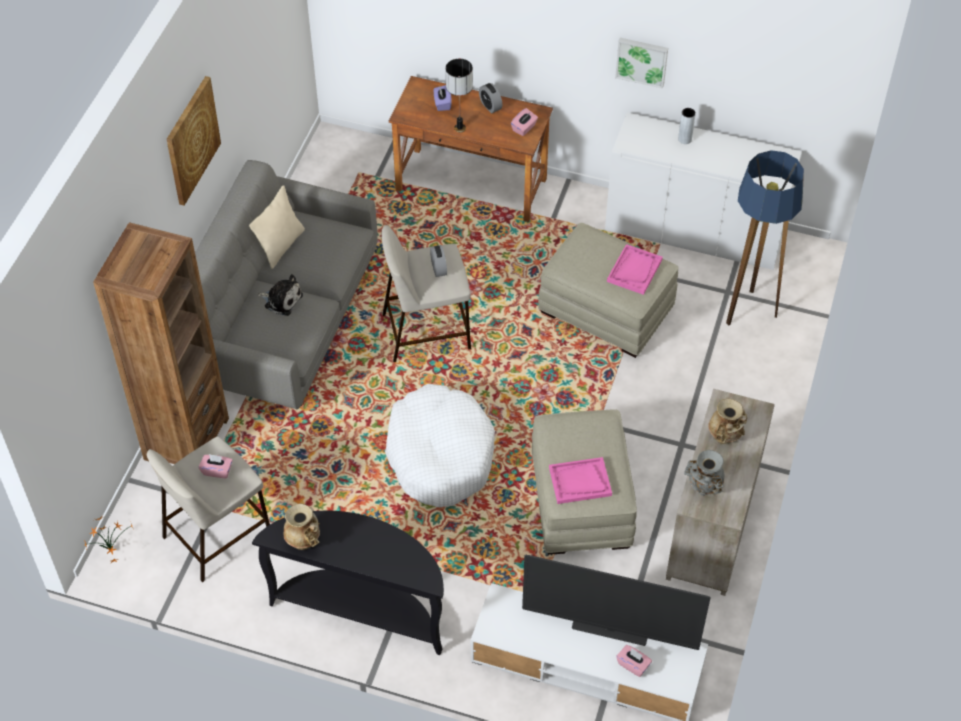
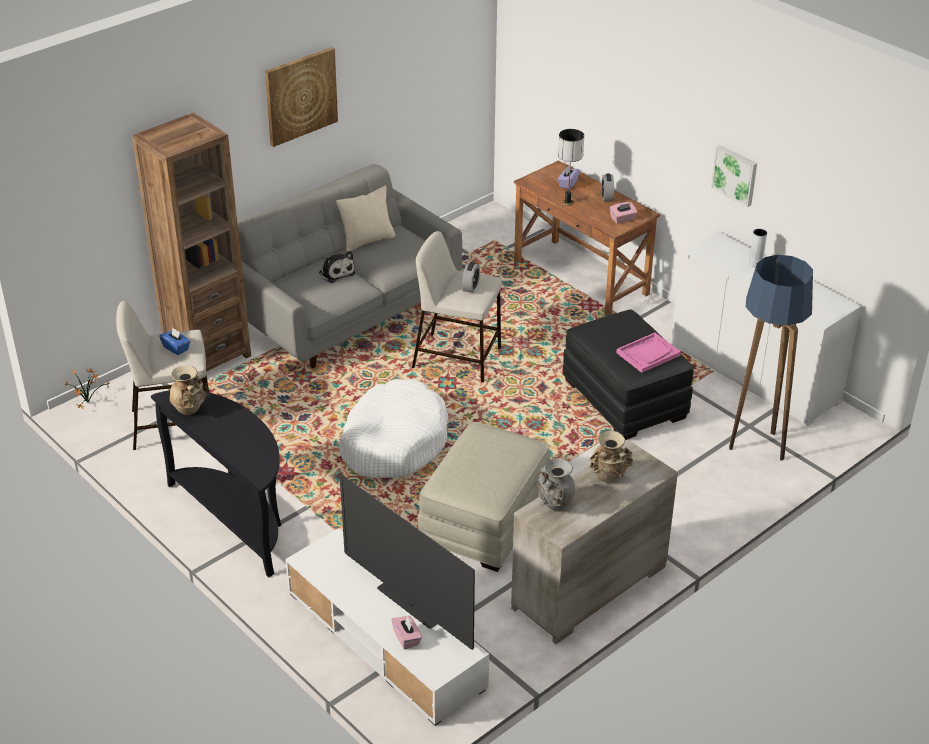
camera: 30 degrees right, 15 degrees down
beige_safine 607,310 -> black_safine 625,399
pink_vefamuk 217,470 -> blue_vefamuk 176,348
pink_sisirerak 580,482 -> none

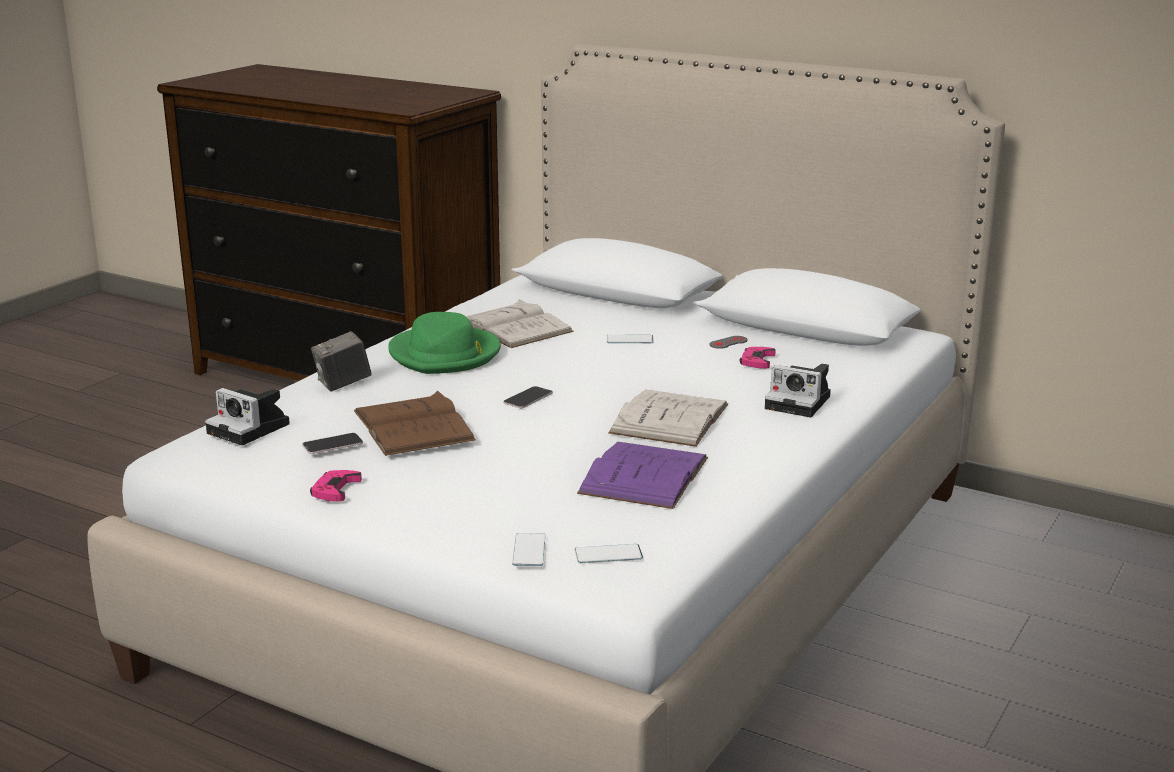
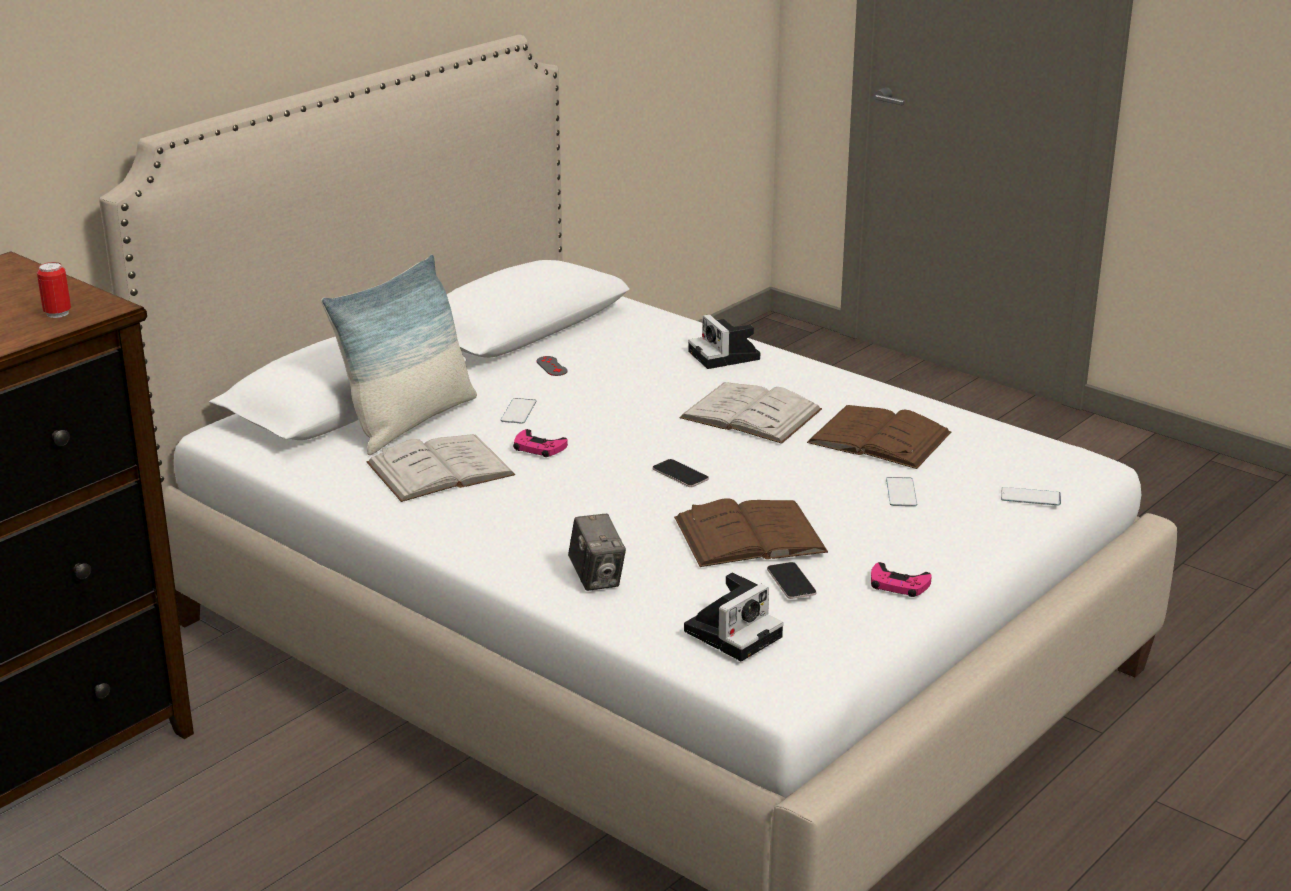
camera: 80 degrees left, 5 degrees up
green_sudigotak 445,355 -> none
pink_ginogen 757,361 -> pink_ginogen 538,448, moved
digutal 800,402 -> digutal 726,356, 120 degrees clockwise
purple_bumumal 644,475 -> brown_bumumal 879,438
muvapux 608,554 -> muvapux 901,492, moved
none -> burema 409,421
none -> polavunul 57,313

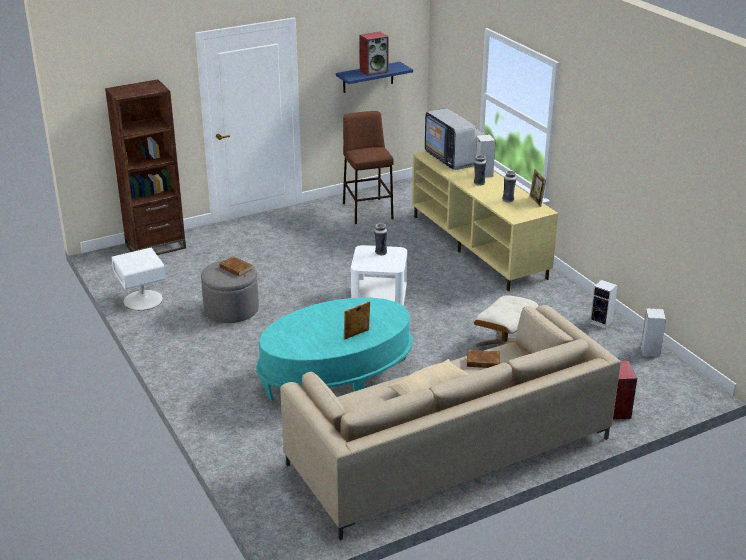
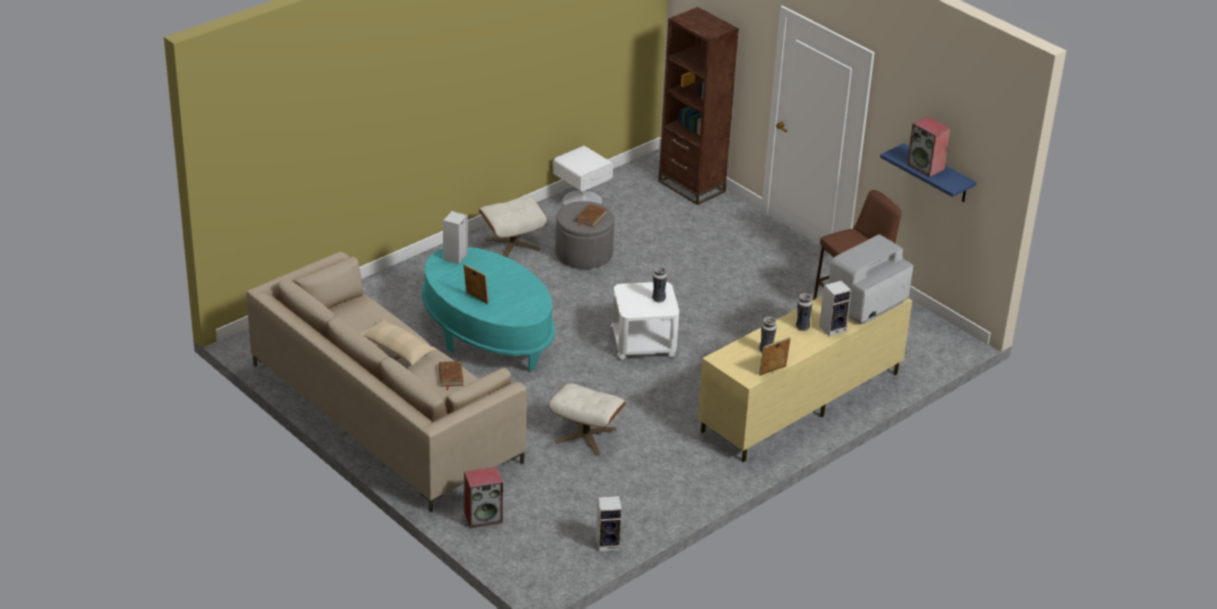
camera: 75 degrees right, 5 degrees up
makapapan 602,322 -> makapapan 455,257, moved
none -> beige_safine 512,244

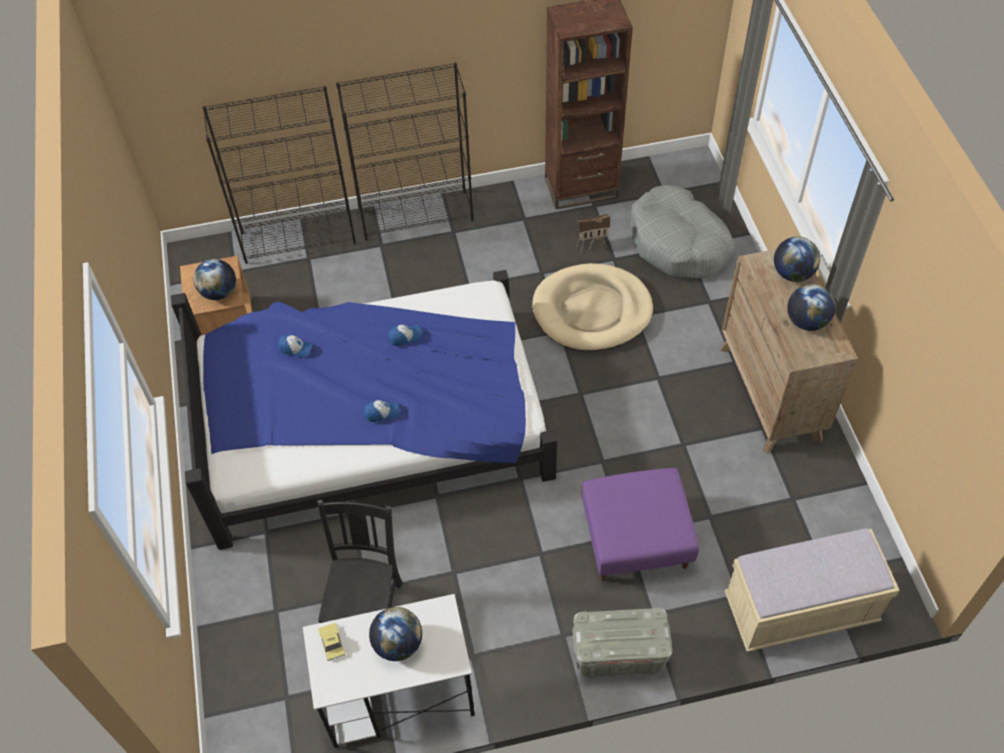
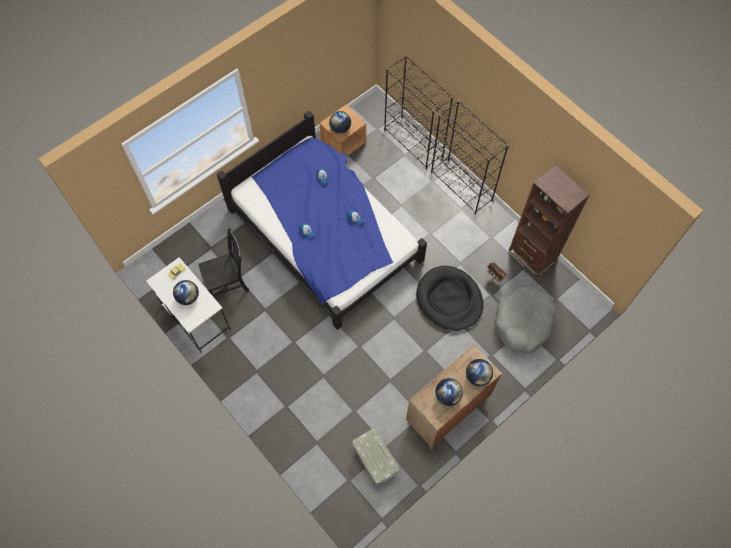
camera: 60 degrees right, 10 degrees up
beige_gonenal 592,311 -> black_gonenal 449,300
purple_safine 635,539 -> none
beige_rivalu 800,610 -> none
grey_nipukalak 619,654 -> grey_nipukalak 375,461, moved

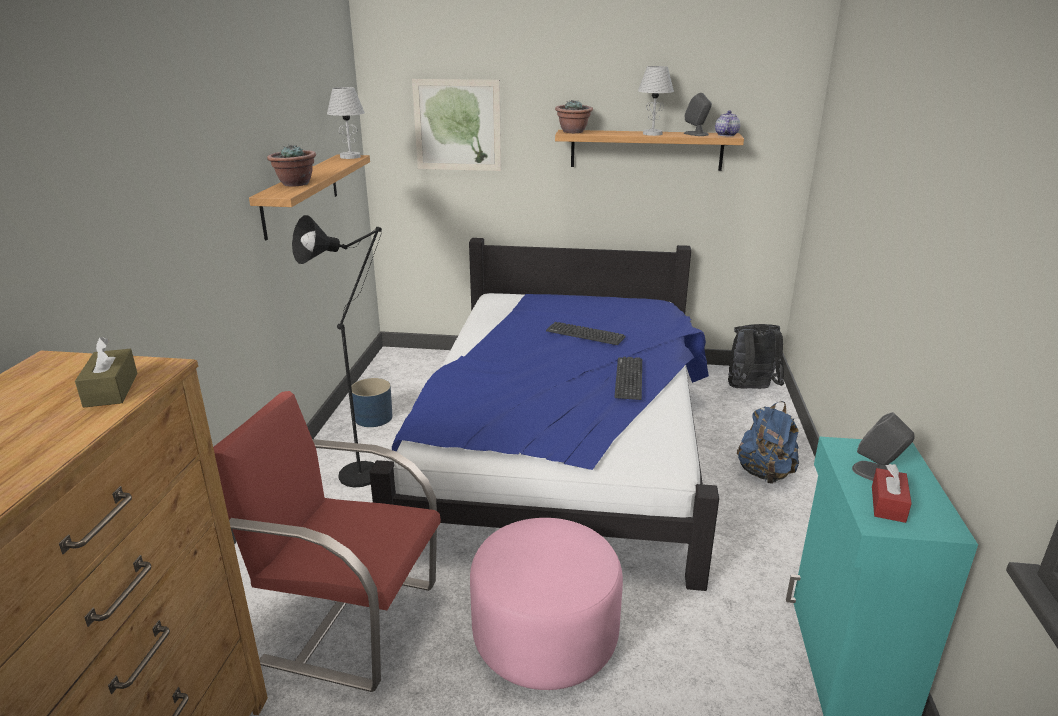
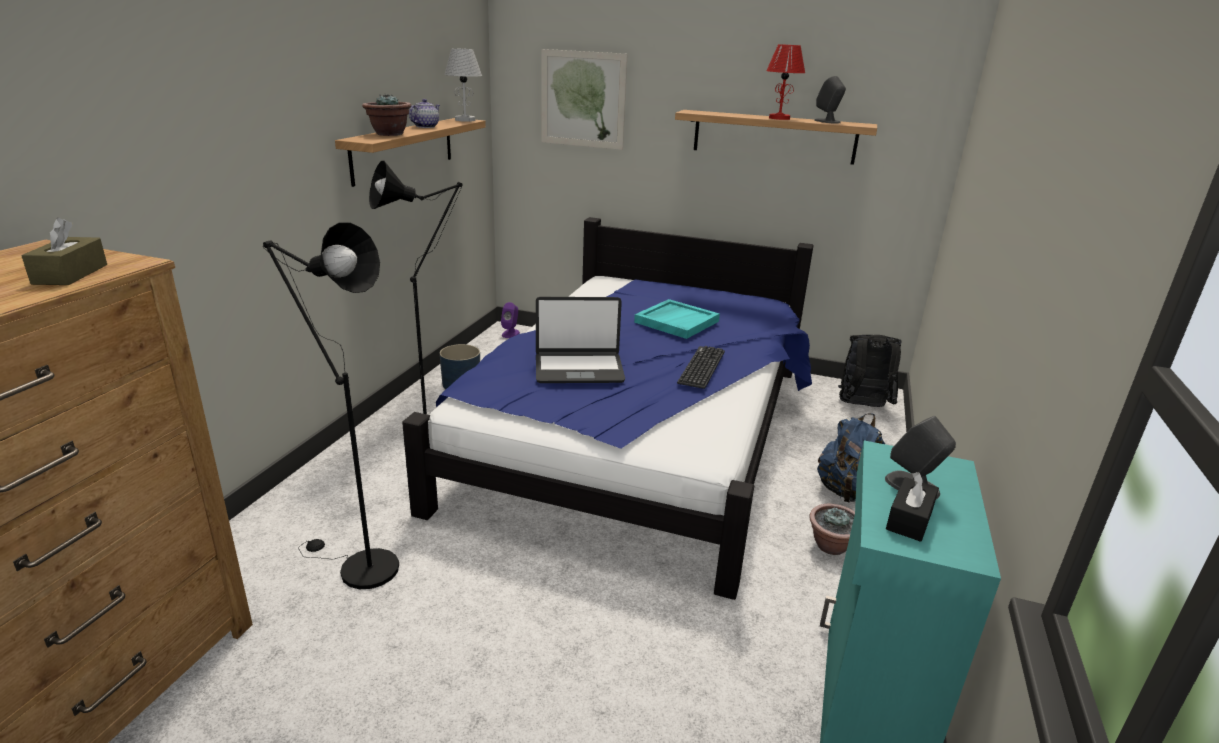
camera: 10 degrees right, 0 degrees up
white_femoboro 652,134 -> red_femoboro 779,118
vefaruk 573,132 -> vefaruk 831,546, moved
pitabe 726,135 -> pitabe 426,126, moved
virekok 585,334 -> turquoise_sisirerak 676,321
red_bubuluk 350,621 -> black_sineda 359,567
red_vefamuk 888,504 -> black_vefamuk 909,519
pink_safine 545,638 -> none
none -> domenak 579,369
none -> purple_makapapan 510,333

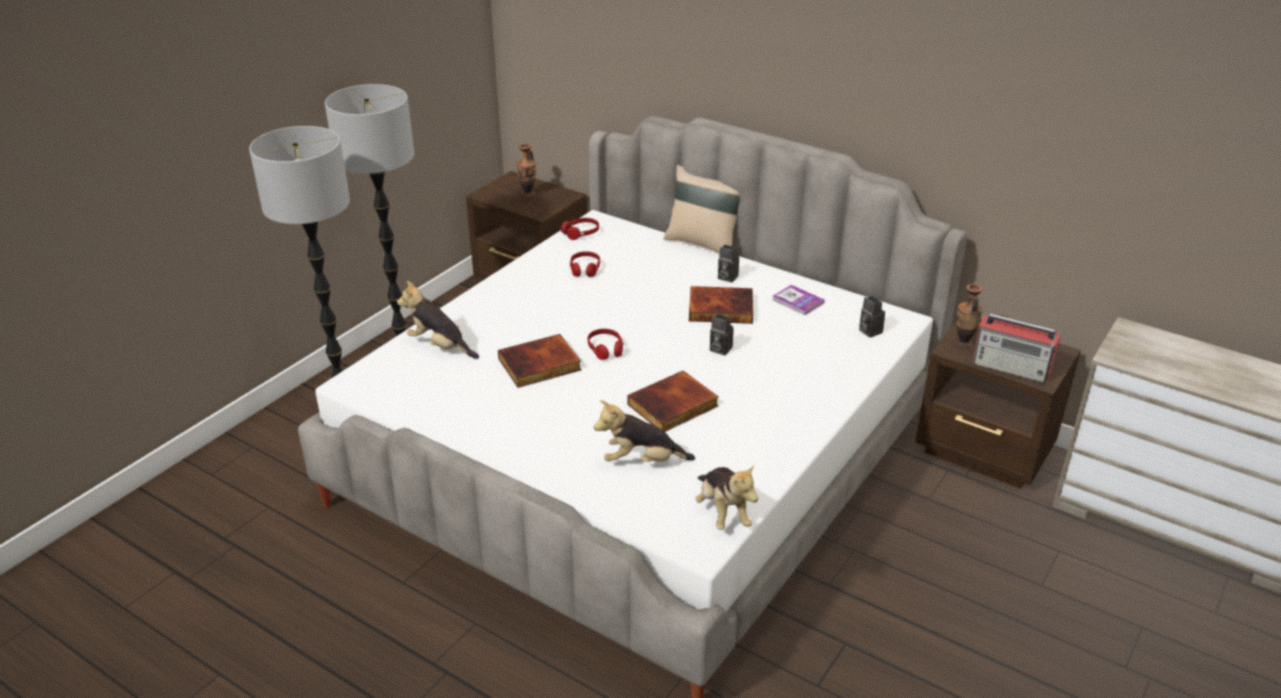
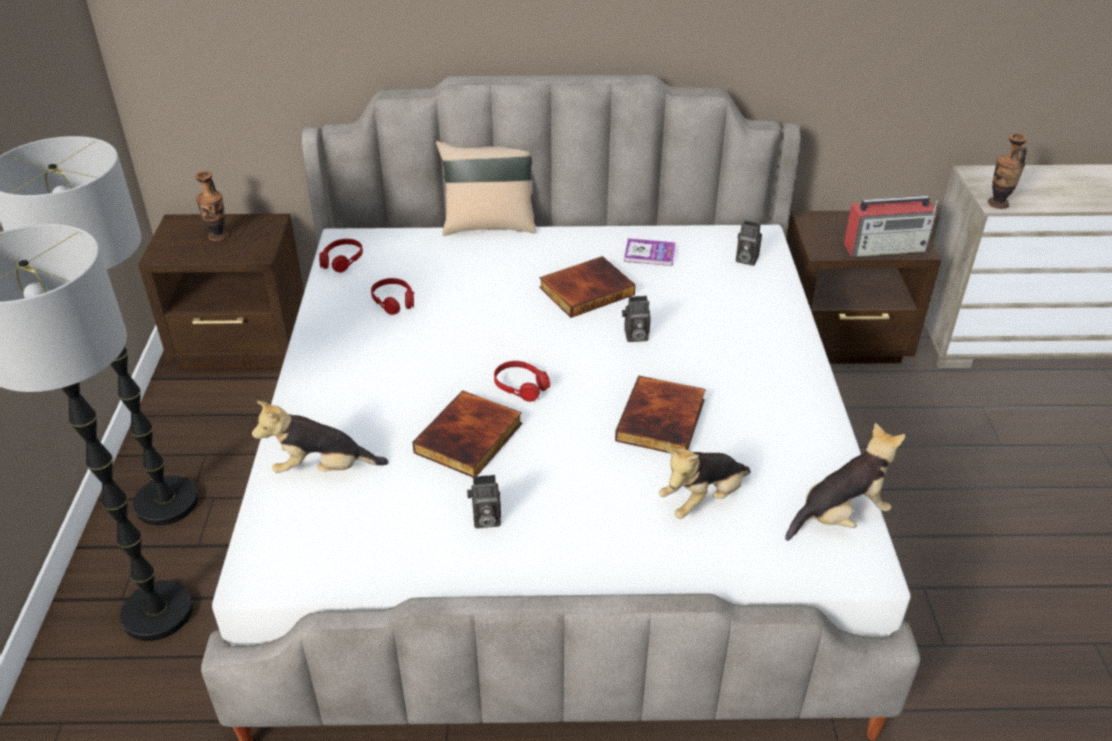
camera: 35 degrees left, 5 degrees up
digutal 726,277 -> digutal 485,520, moved
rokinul 963,343 -> rokinul 998,204, moved
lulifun 723,512 -> lulifun 840,516, 60 degrees counterclockwise

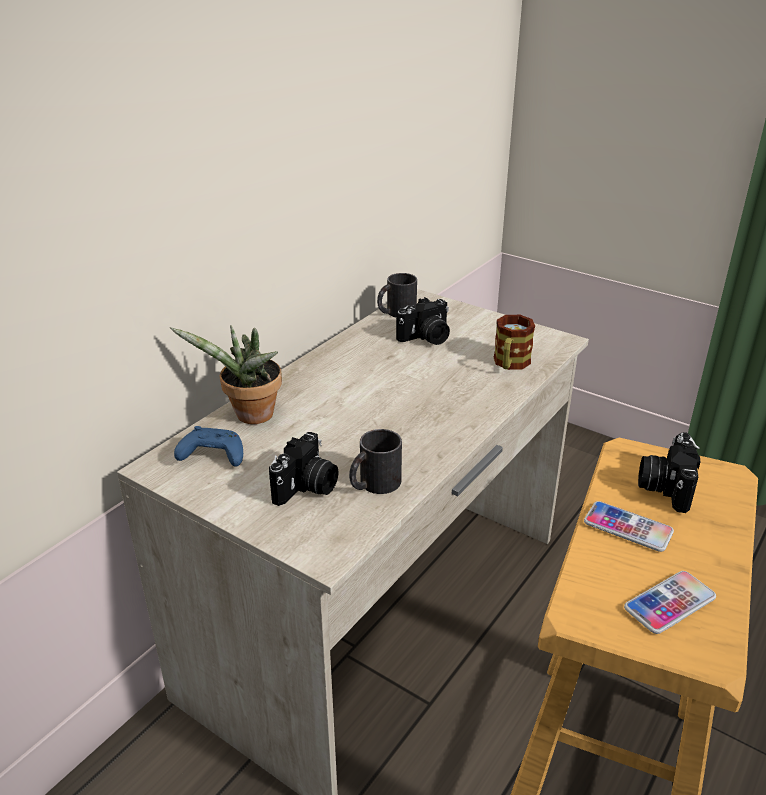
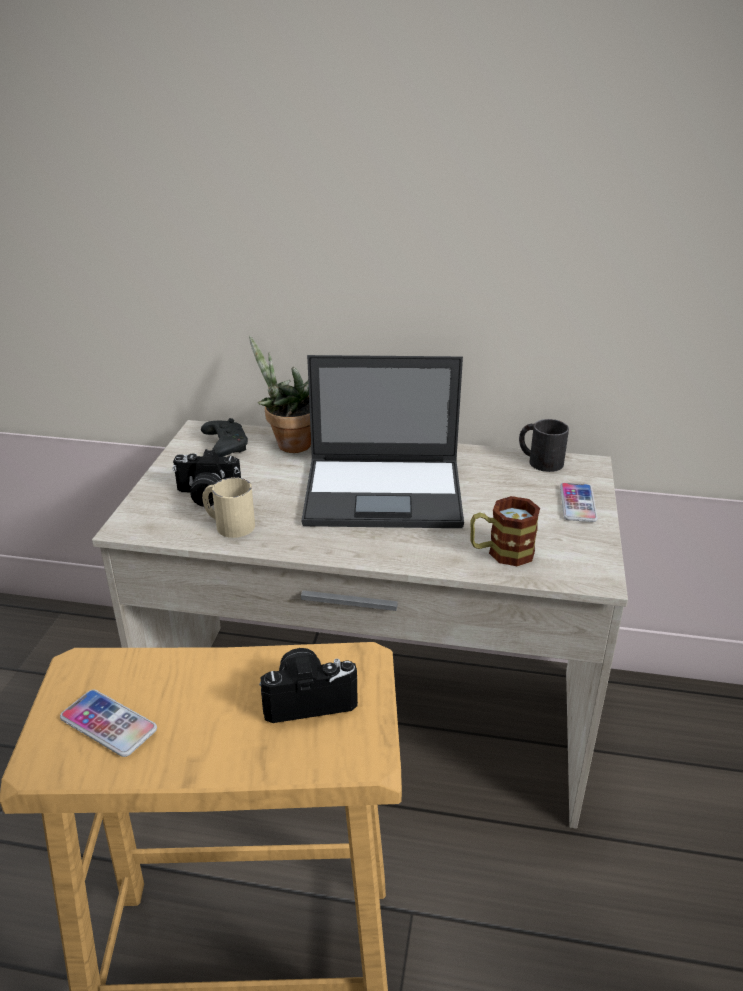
camera: 65 degrees right, 0 degrees up
digutal 426,338 -> none
blue_ginogen 211,456 -> black_ginogen 225,446
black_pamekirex 373,484 -> beige_pamekirex 228,524
muvapux 628,527 -> muvapux 577,503, moved
none -> domenak 385,492

